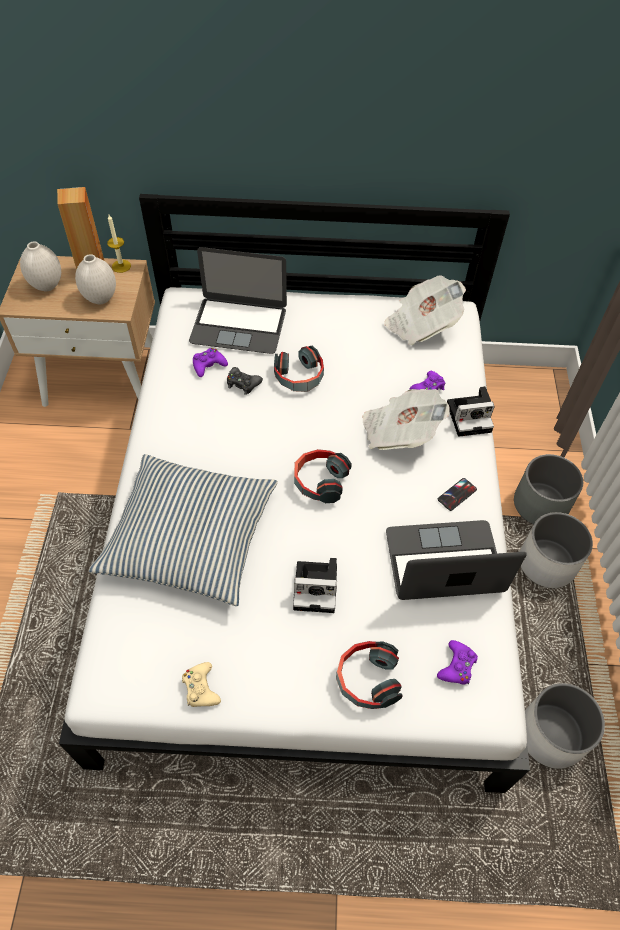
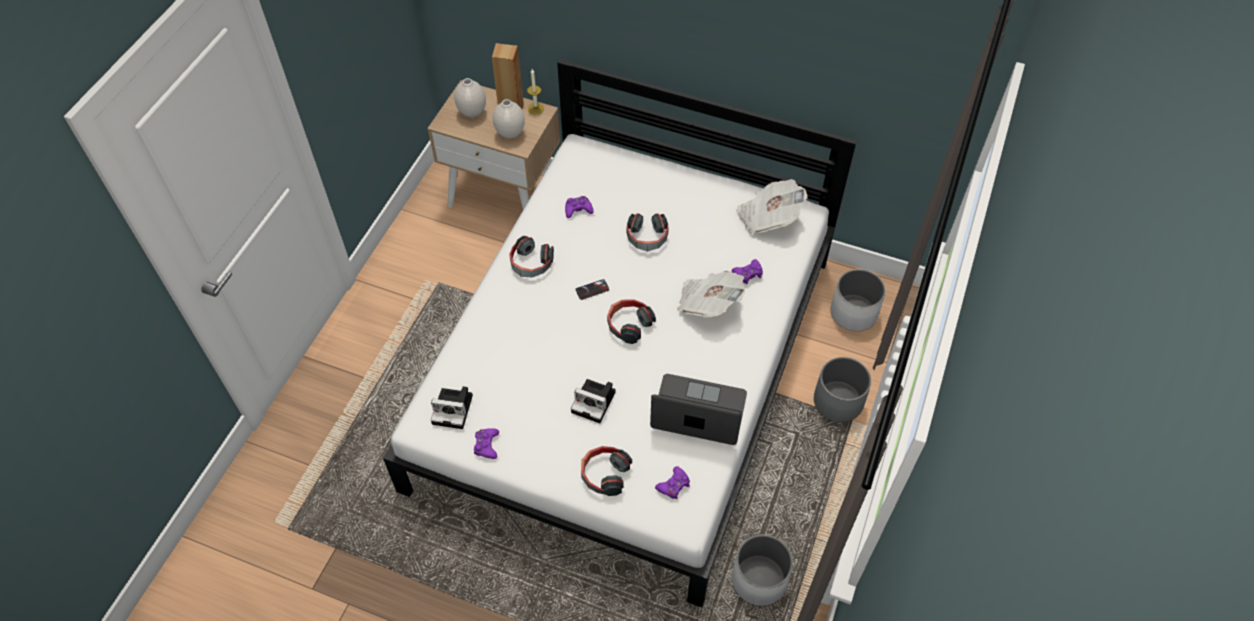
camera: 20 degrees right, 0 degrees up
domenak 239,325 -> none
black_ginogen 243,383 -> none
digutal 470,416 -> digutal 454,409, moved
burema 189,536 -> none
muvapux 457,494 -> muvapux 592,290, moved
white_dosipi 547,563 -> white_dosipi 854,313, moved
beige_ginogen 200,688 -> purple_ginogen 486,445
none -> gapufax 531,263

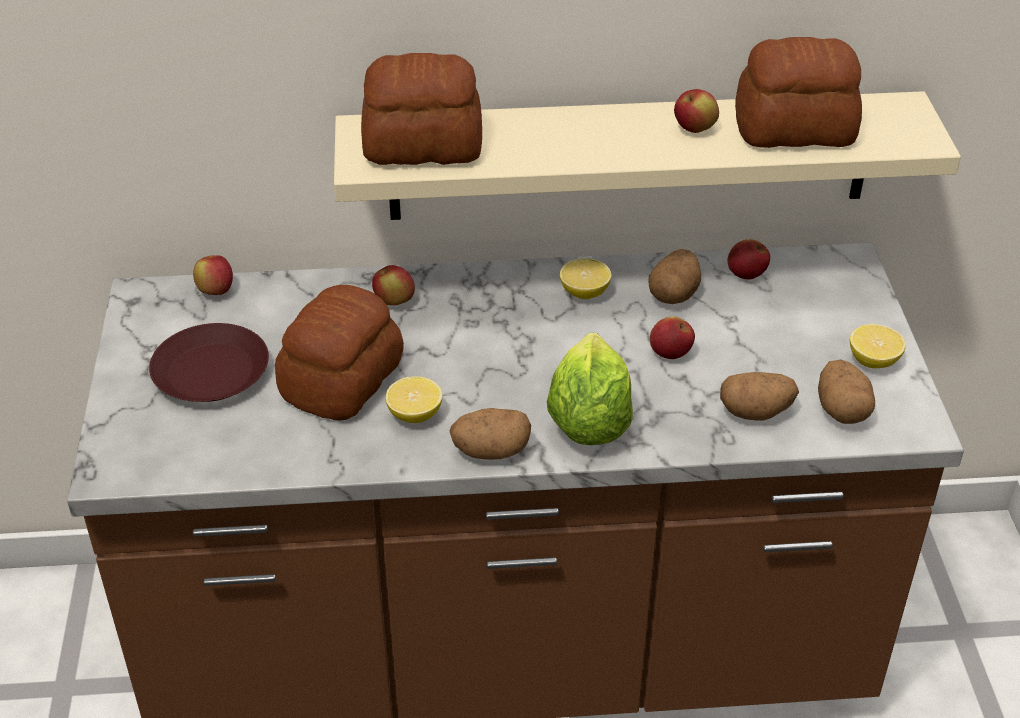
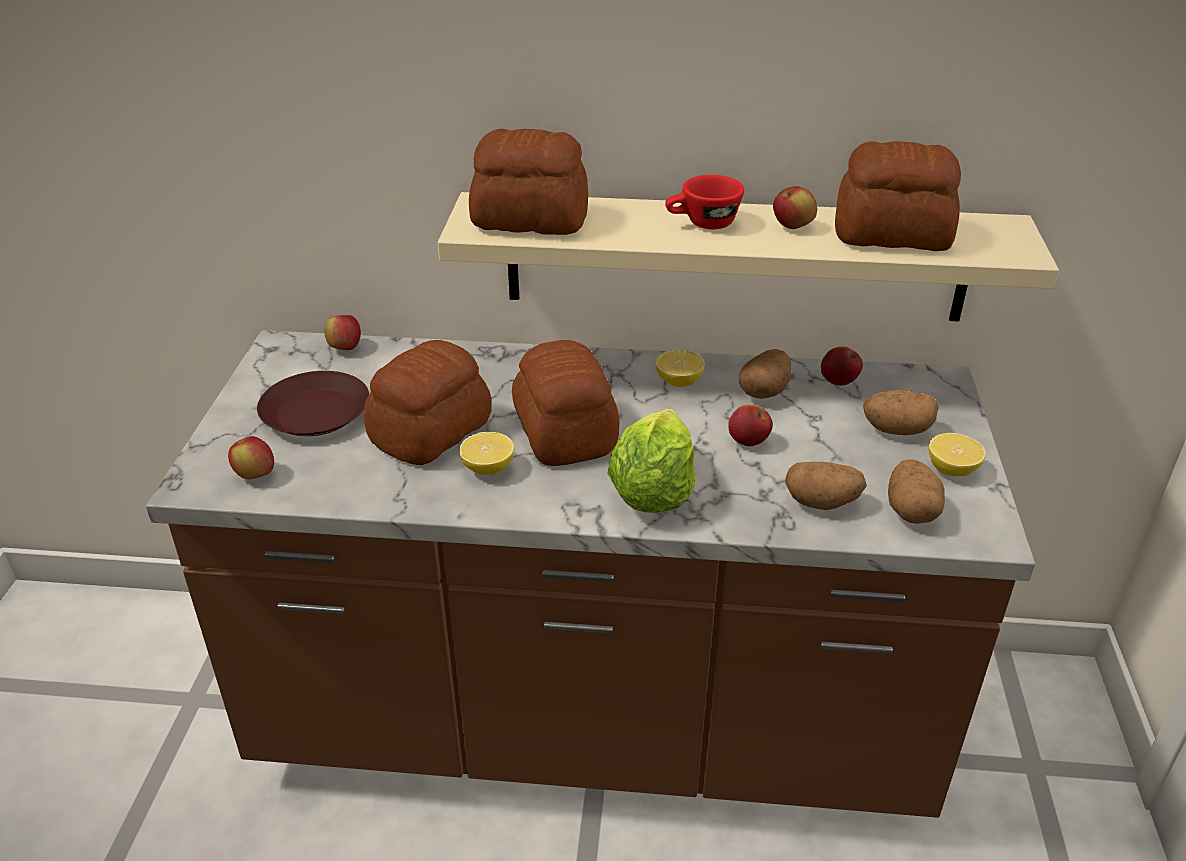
camera: 10 degrees right, 5 degrees down
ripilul 394,302 -> ripilul 255,475, moved
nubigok 490,451 -> nubigok 896,430, moved
none -> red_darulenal 702,224
none -> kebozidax 564,434

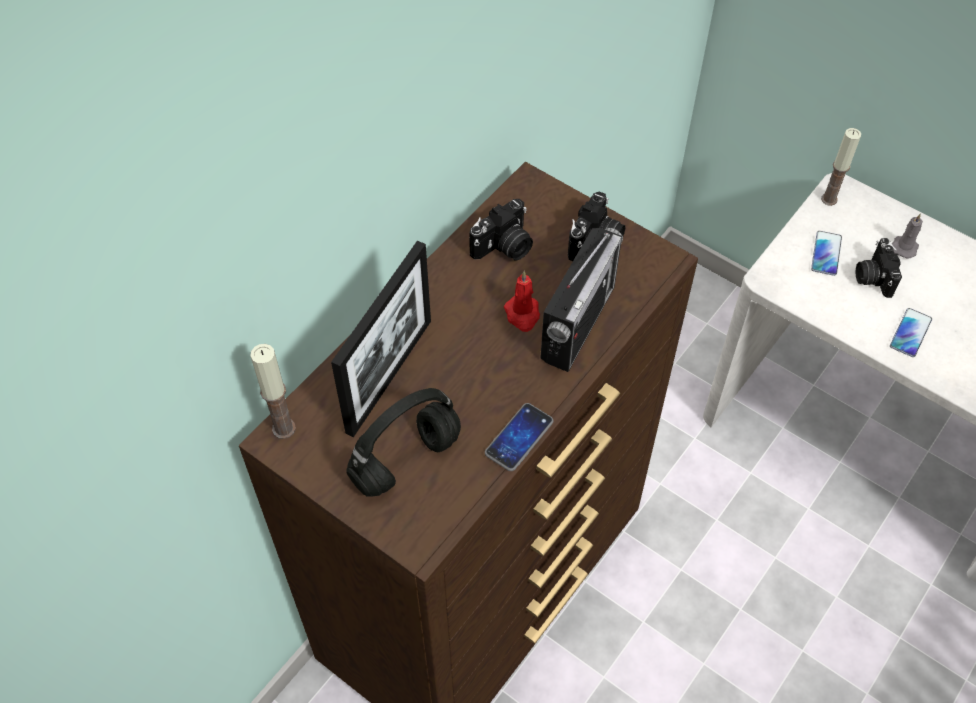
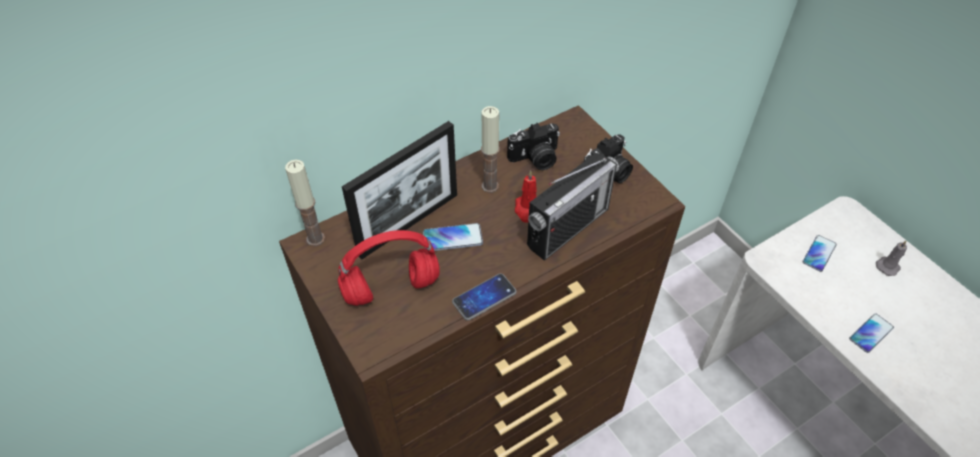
camera: 20 degrees right, 5 degrees down
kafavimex 829,199 -> kafavimex 490,186, moved
digutal 873,277 -> none
black_gapufax 405,462 -> red_gapufax 390,289
none -> muvapux 452,238

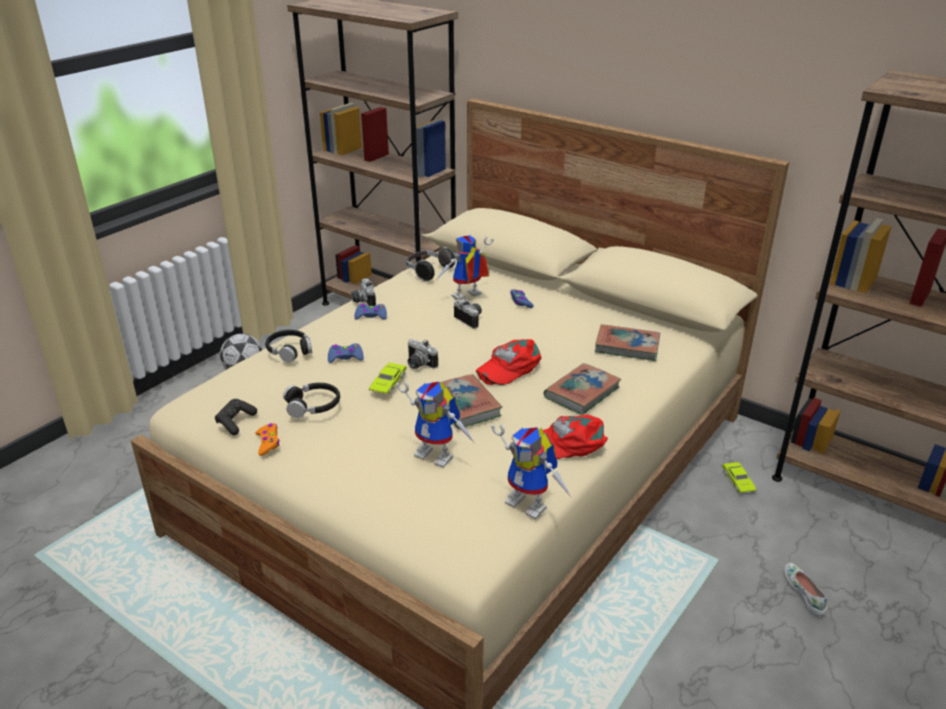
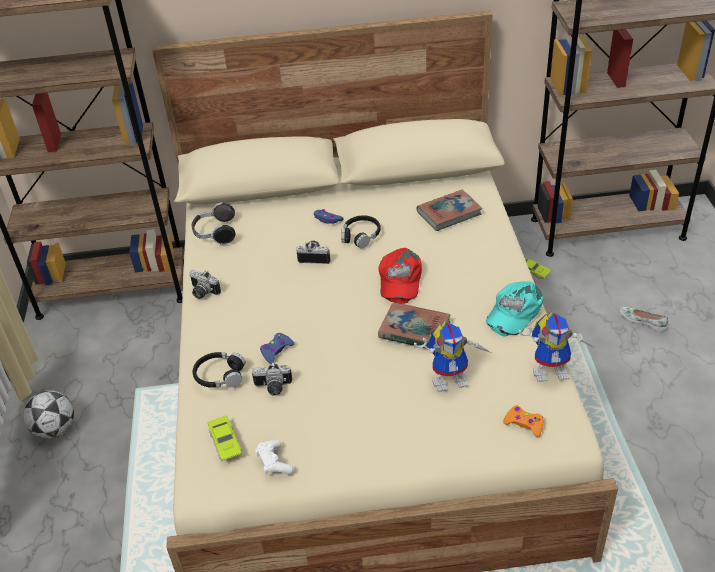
camera: 40 degrees left, 10 degrees up
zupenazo 466,298 -> none
blue_ginogen 371,316 -> none
digutal 418,364 -> digutal 273,388, moved
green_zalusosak 388,383 -> green_zalusosak 225,442, moved
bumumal 582,393 -> none
black_gapufax 313,406 -> black_gapufax 360,236, moved
black_ginogen 236,422 -> white_ginogen 274,463
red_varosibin 568,442 -> turquoise_varosibin 513,312
orange_ginogen 268,443 -> orange_ginogen 524,424, moved

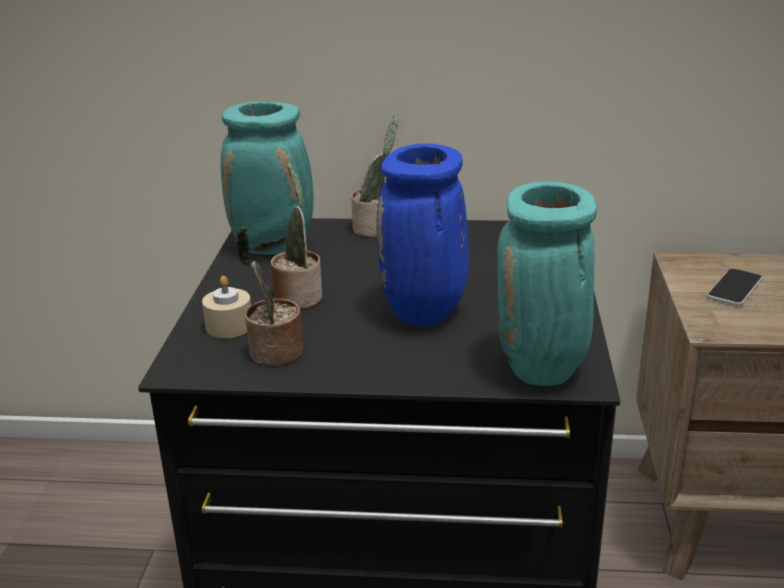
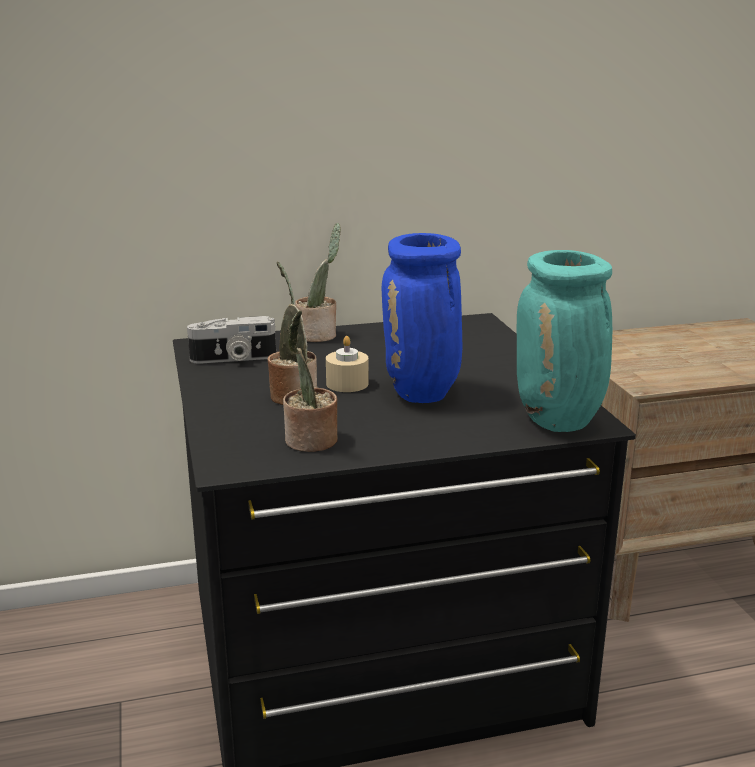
camera: 20 degrees left, 5 degrees down
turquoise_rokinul 275,247 -> digutal 233,359
muvapux 734,288 -> none
beige_kafavimex 229,326 -> beige_kafavimex 347,383, moved

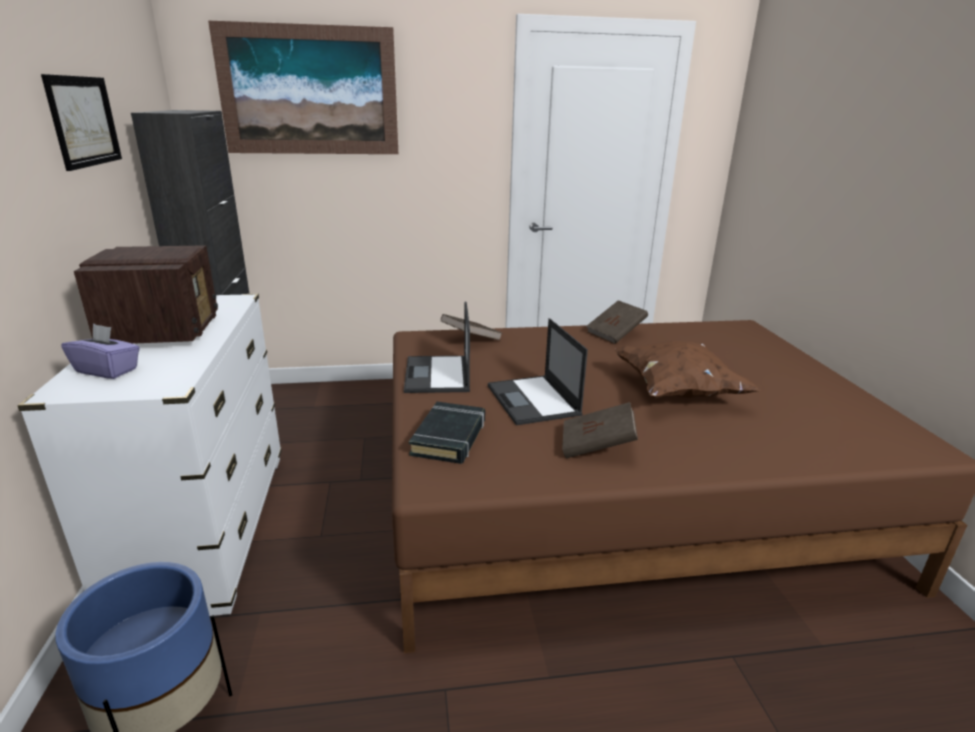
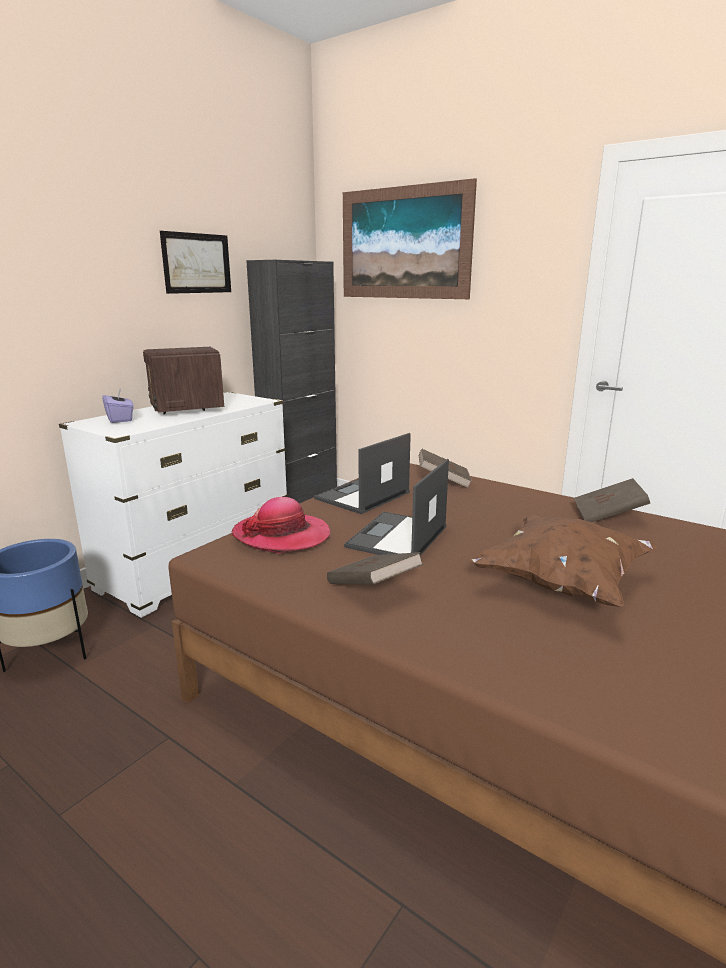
camera: 45 degrees right, 5 degrees down
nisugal 164,331 -> nisugal 186,408, 120 degrees clockwise
black_bumumal 449,438 -> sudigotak 282,535

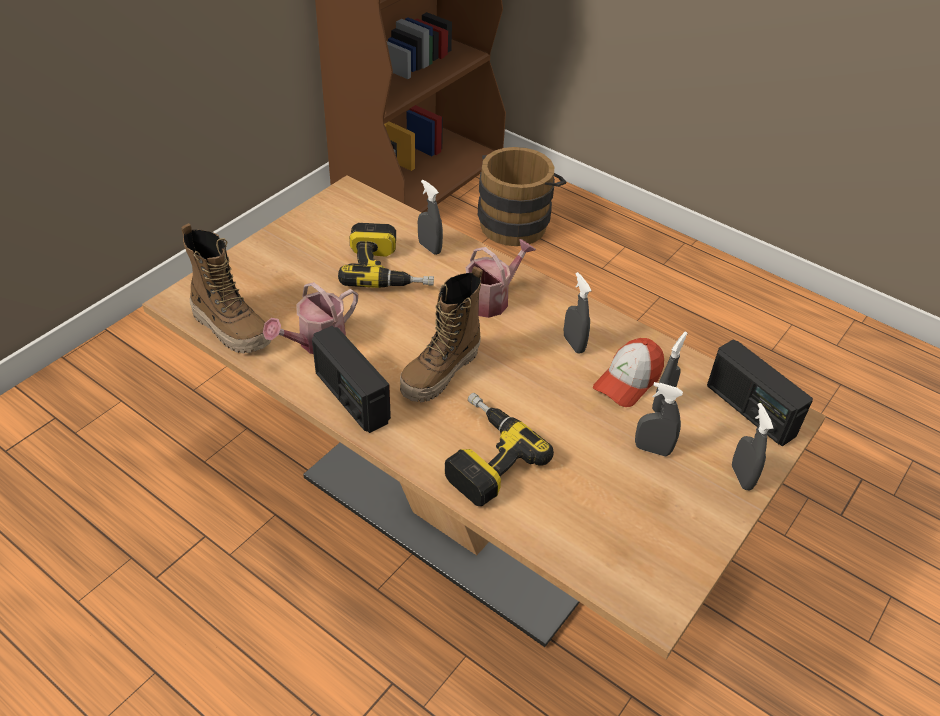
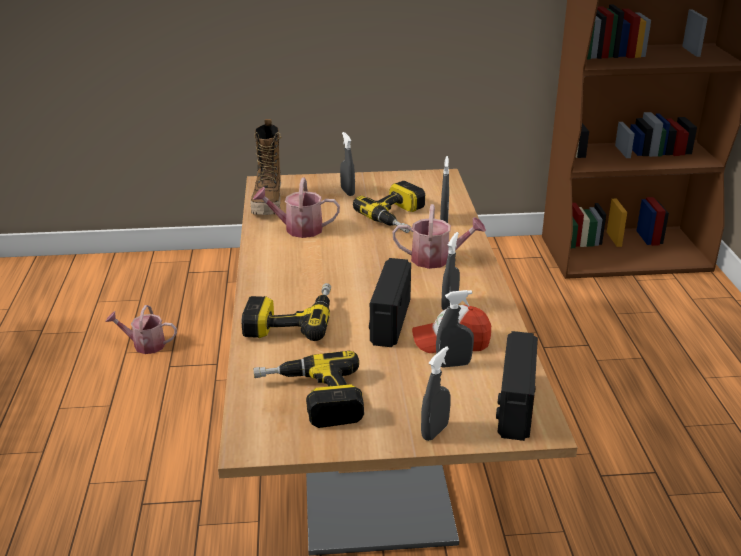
camera: 50 degrees right, 15 degrees down
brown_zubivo 516,222 -> none
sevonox 441,373 -> none
nisugal 351,397 -> nisugal 389,321, moved
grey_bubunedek 652,449 -> grey_bubunedek 347,192, moved
none -> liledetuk 145,345
none -> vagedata 310,399

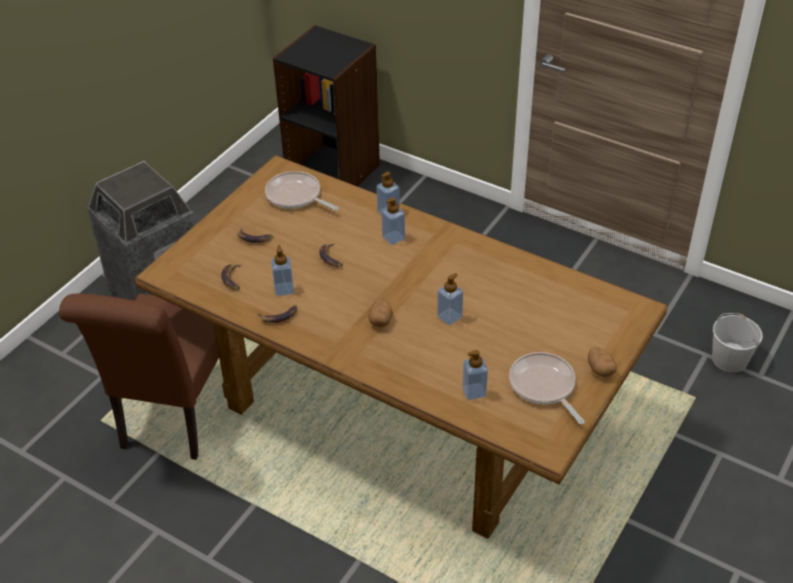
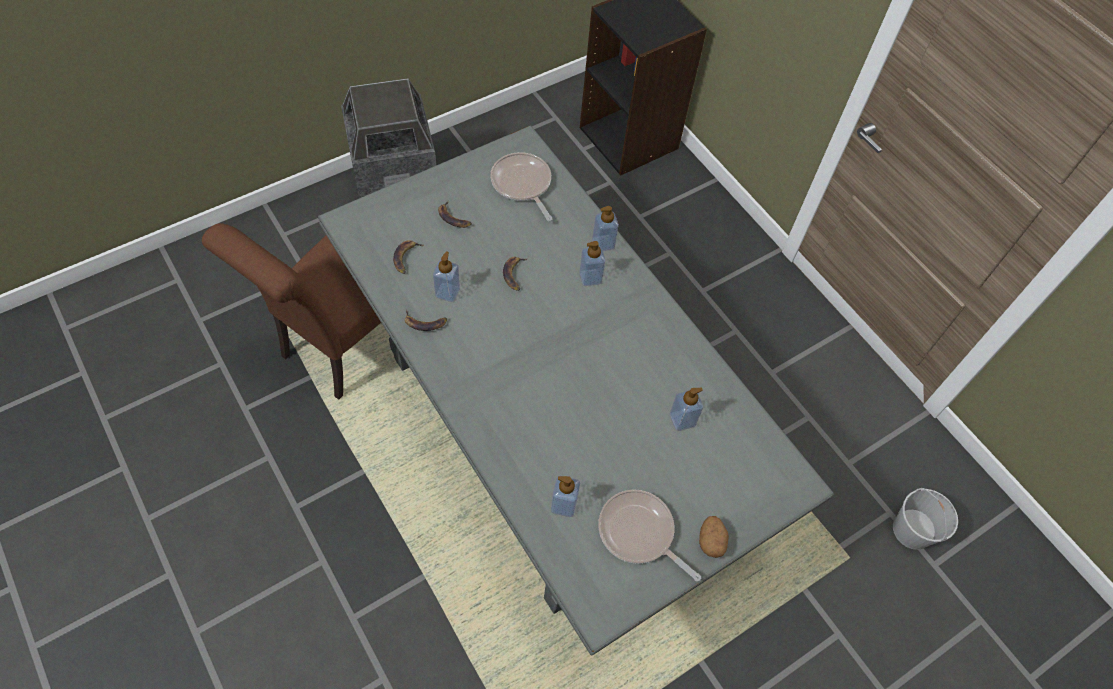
camera: 20 degrees right, 15 degrees up
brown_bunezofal 401,409 -> grey_bunezofal 550,433
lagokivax 449,317 -> lagokivax 682,420, moved
nubigok 380,320 -> none
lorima 544,386 -> lorima 639,533, 45 degrees counterclockwise

